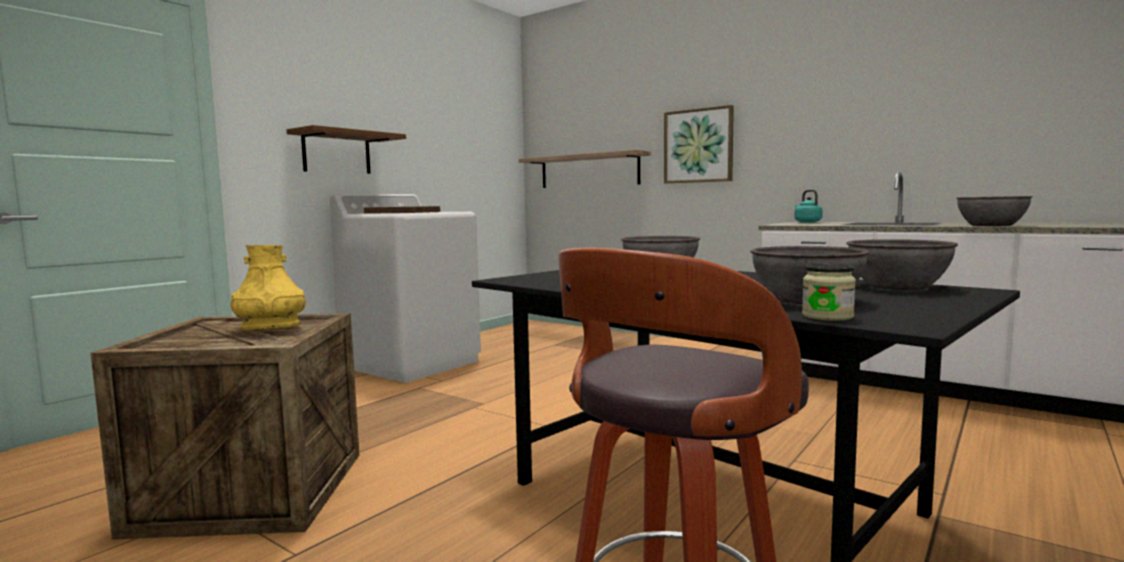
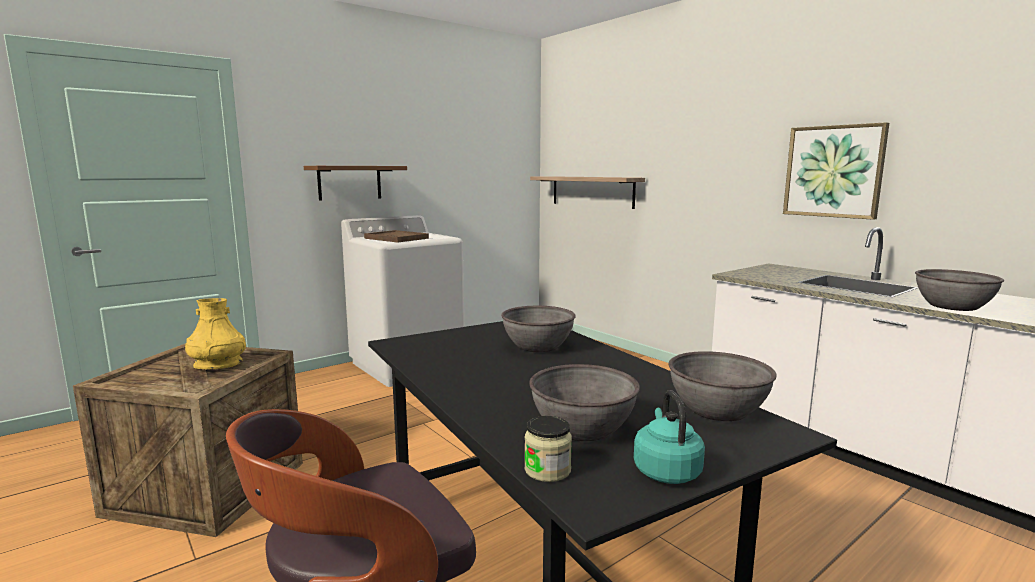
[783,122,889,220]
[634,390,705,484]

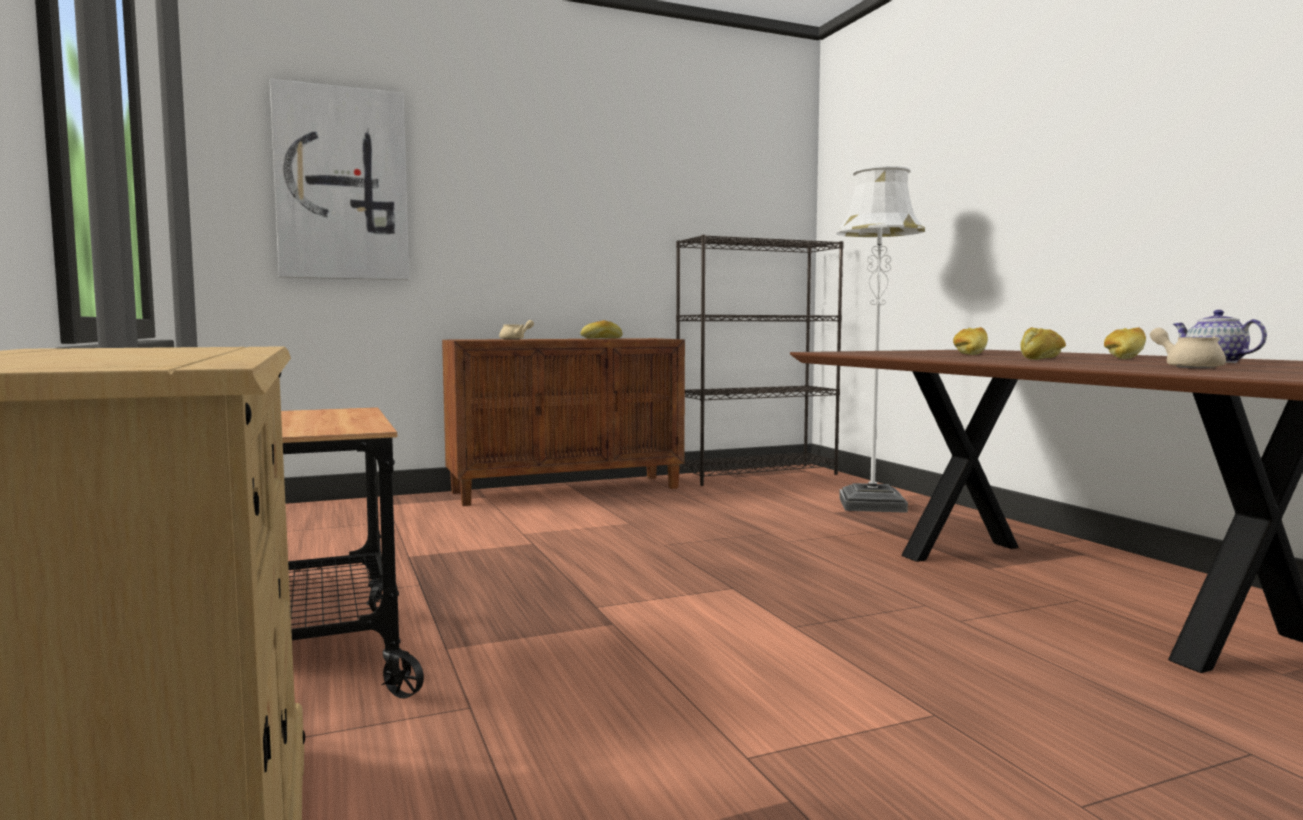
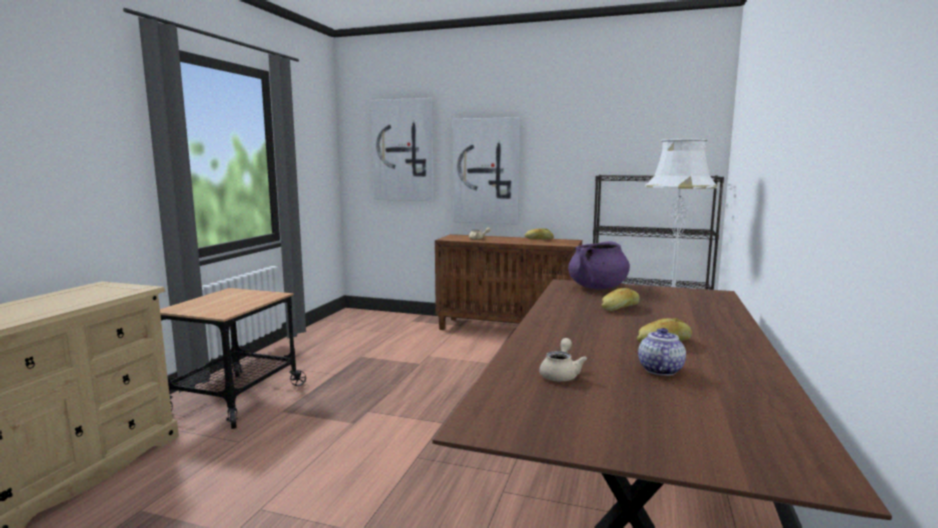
[1020,327,1066,360] (first image)
[453,117,520,224]
[568,241,630,289]

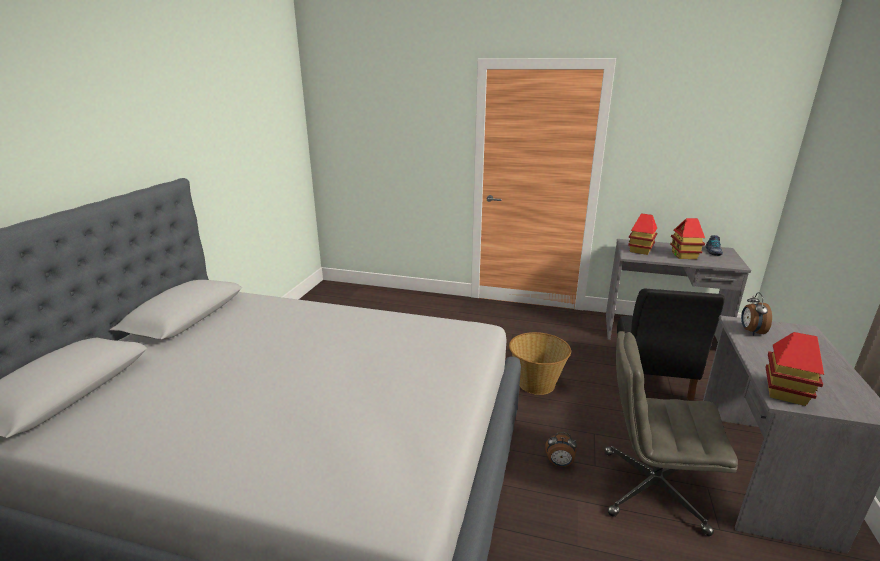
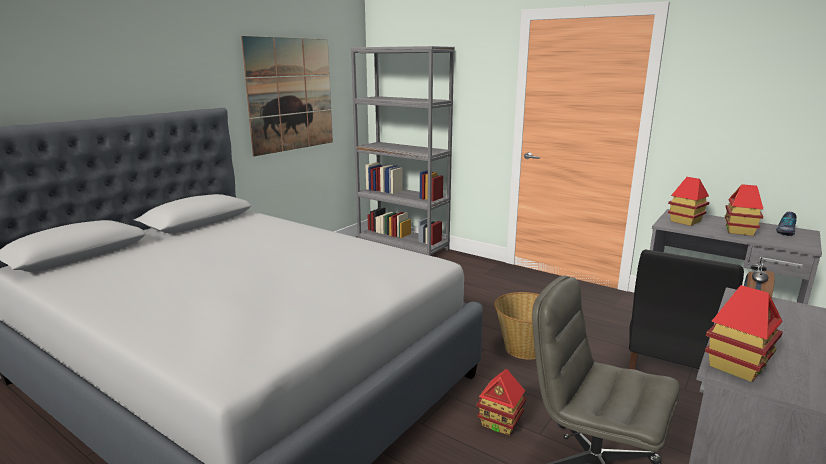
[476,369,527,436]
[241,36,333,156]
[350,46,455,256]

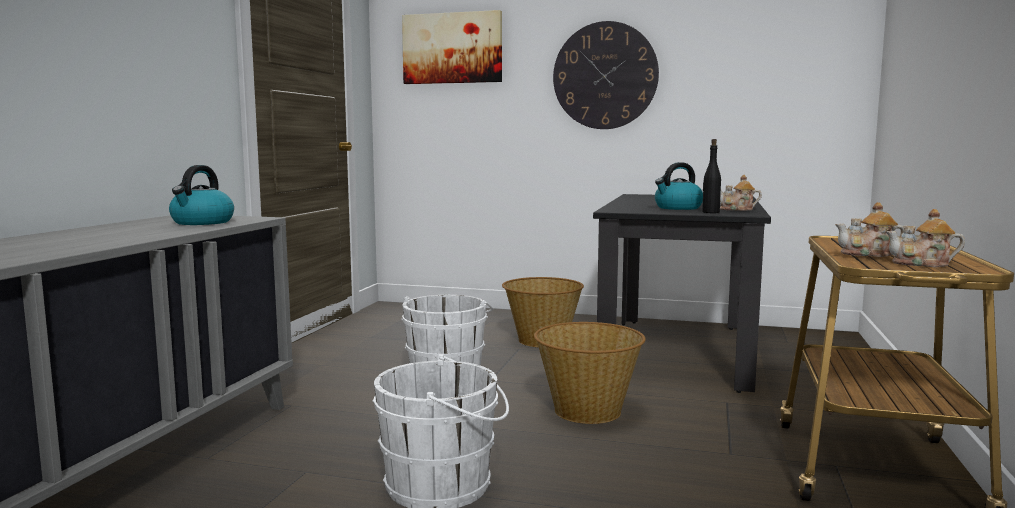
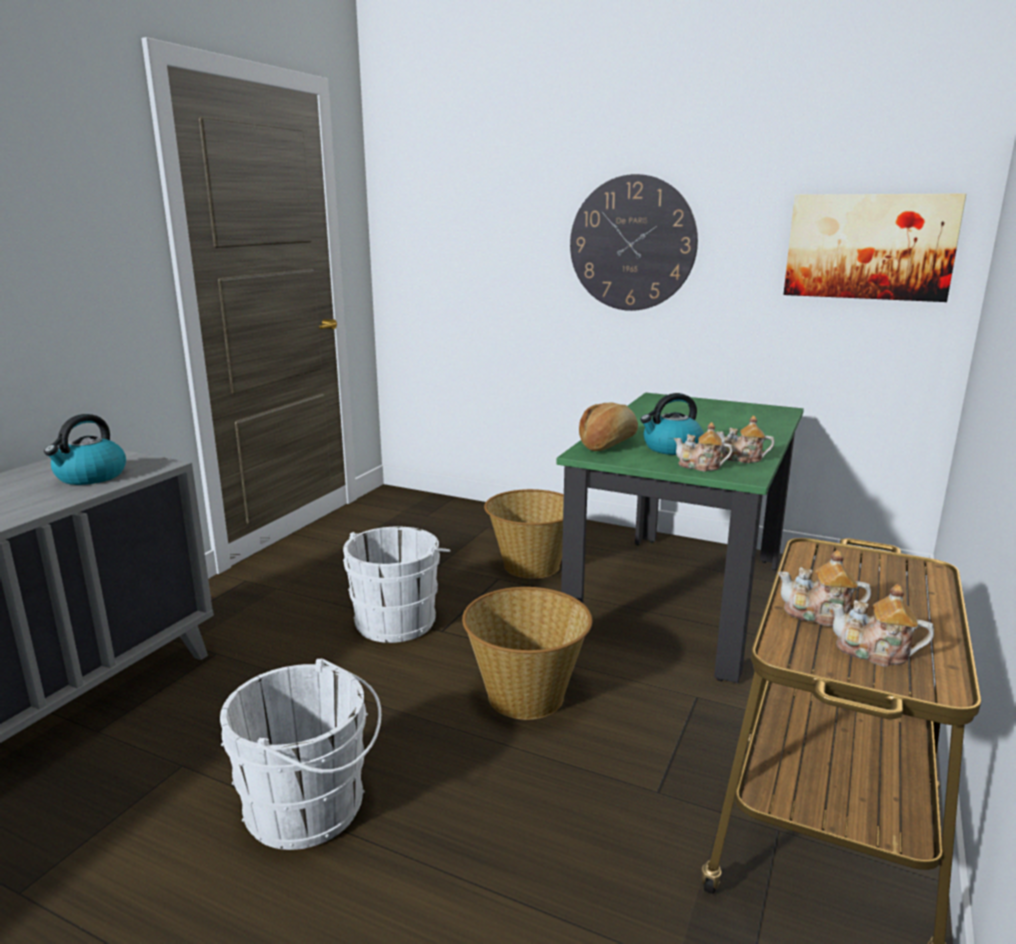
[783,193,966,302]
[557,393,804,683]
[674,422,733,472]
[579,403,638,451]

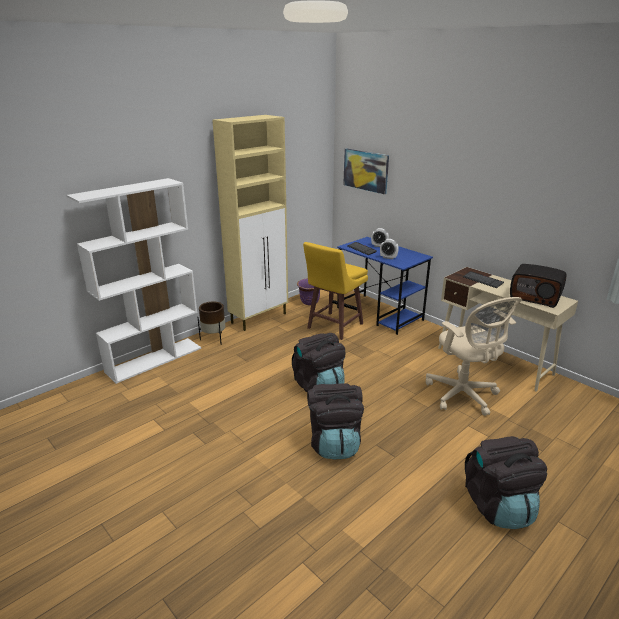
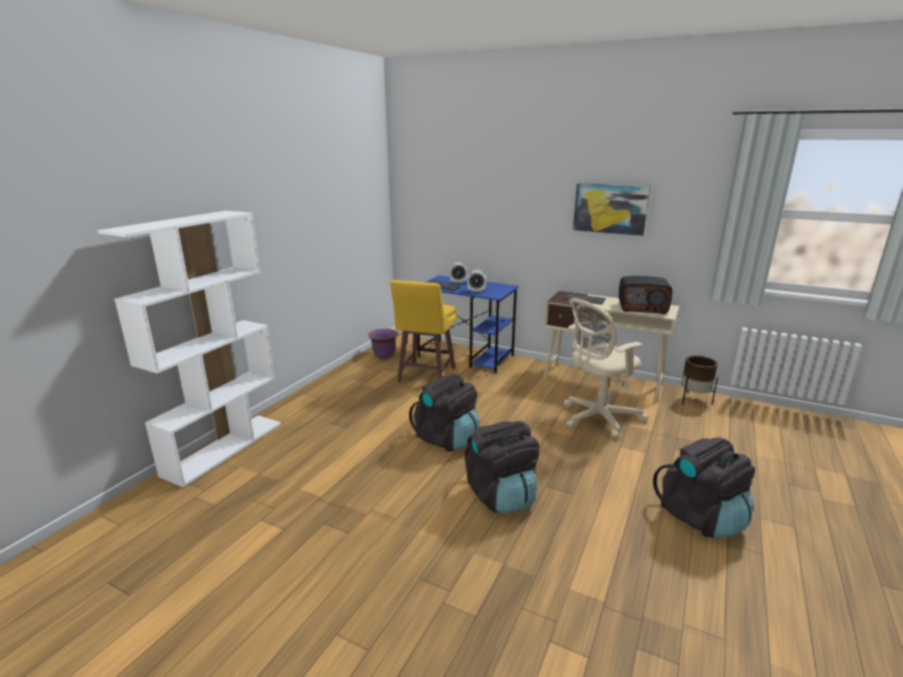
[681,355,718,405]
[212,115,288,331] (first image)
[573,183,650,236]
[564,298,648,439]

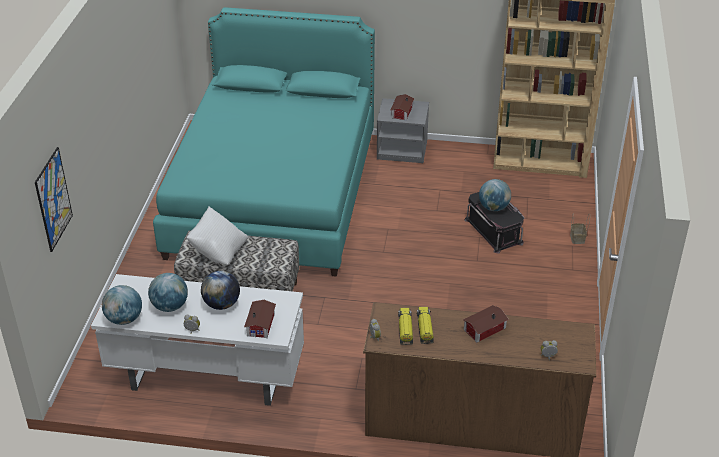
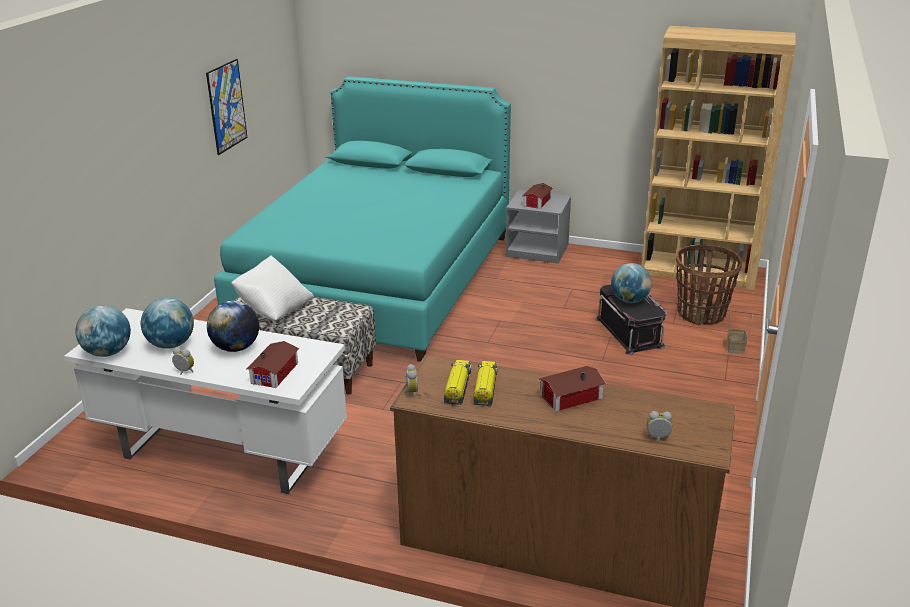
[206,59,247,155]
[676,245,742,325]

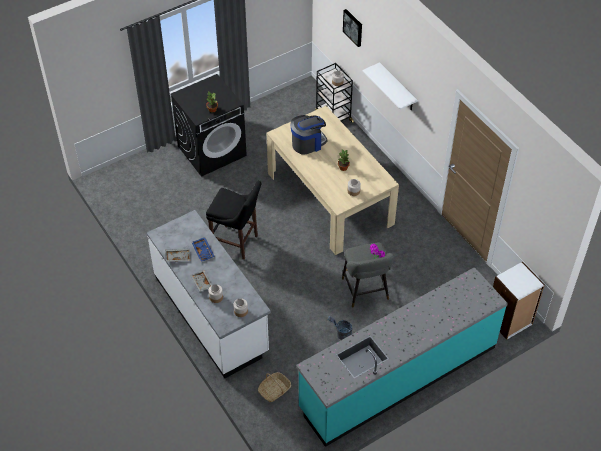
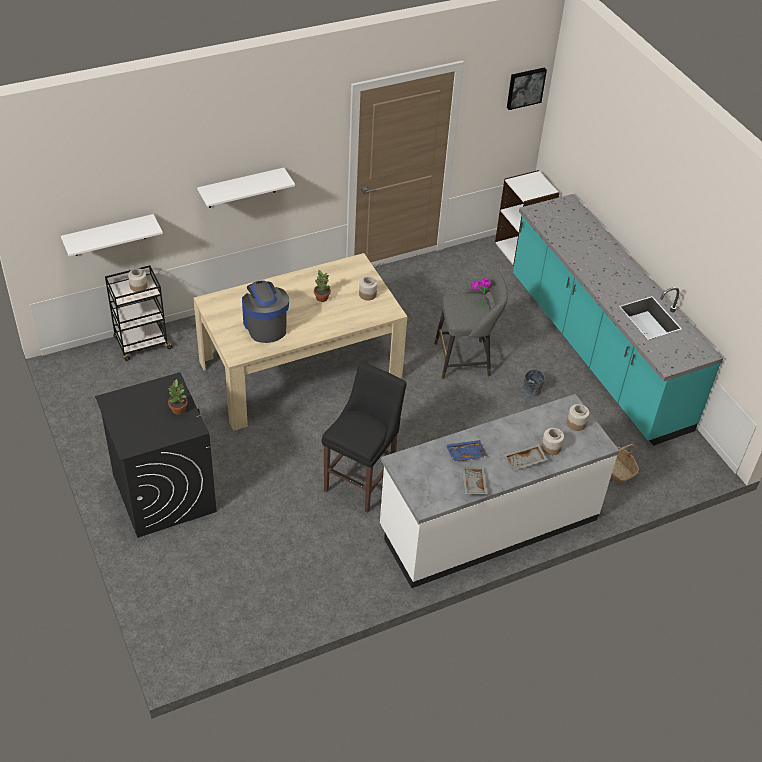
[507,67,547,110]
[61,214,163,256]

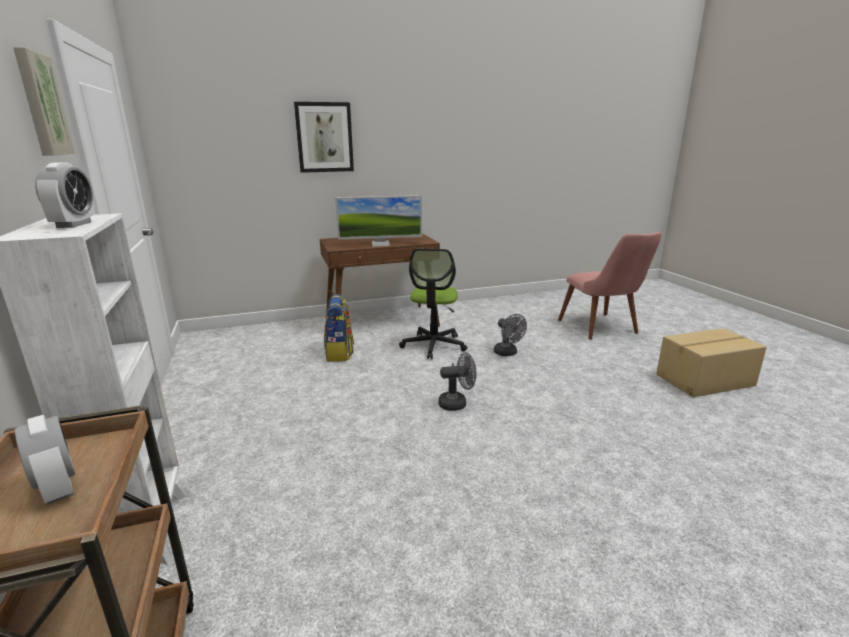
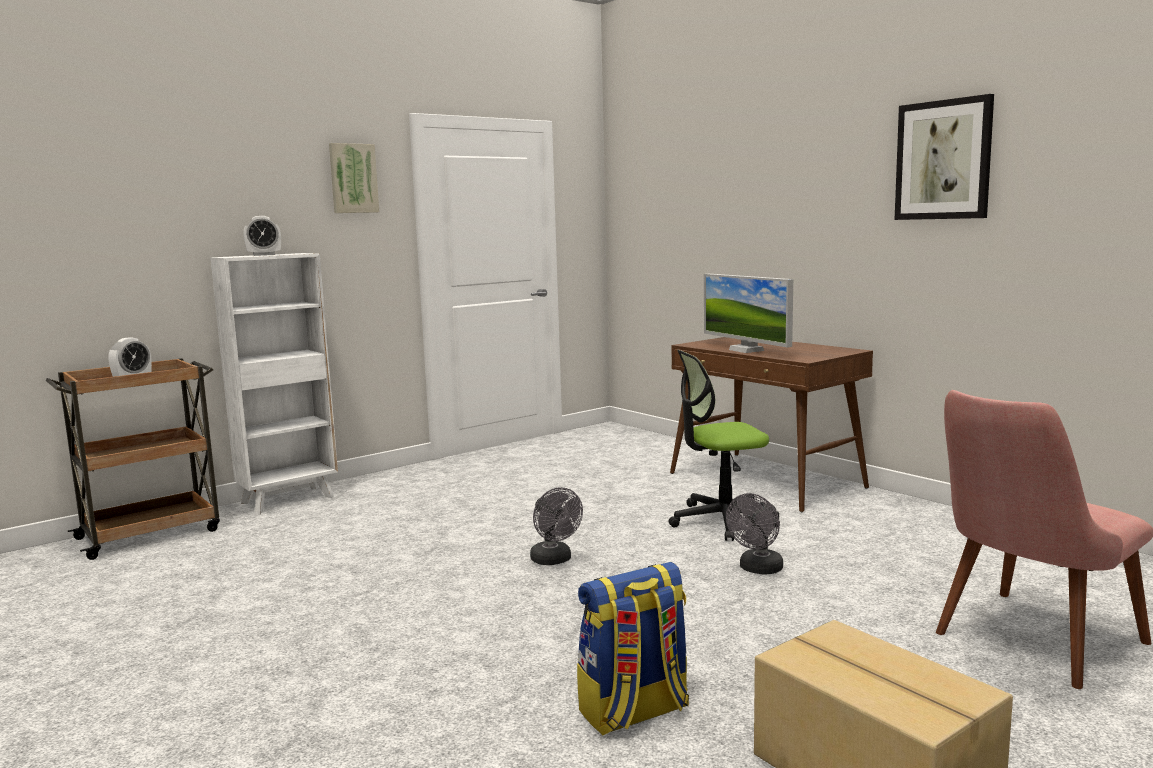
[895,94,994,220]
[577,562,689,736]

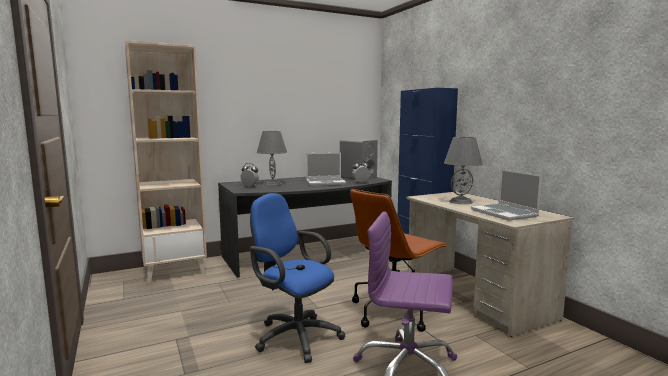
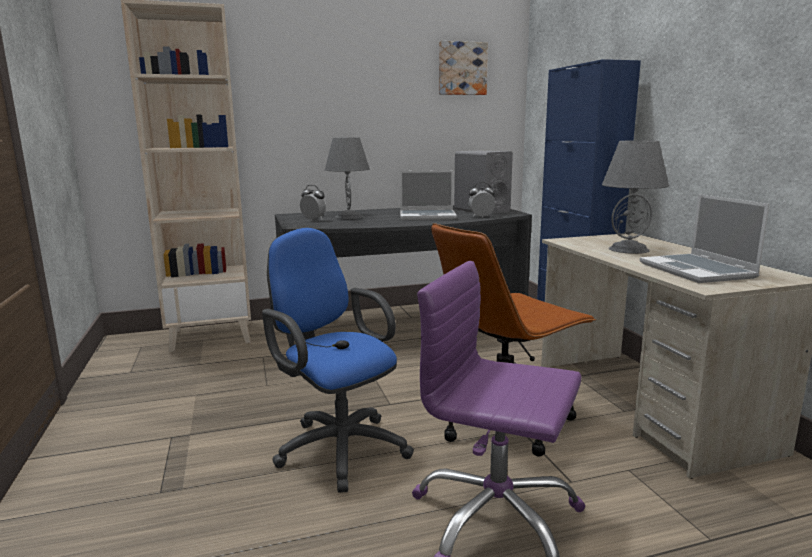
[439,41,488,95]

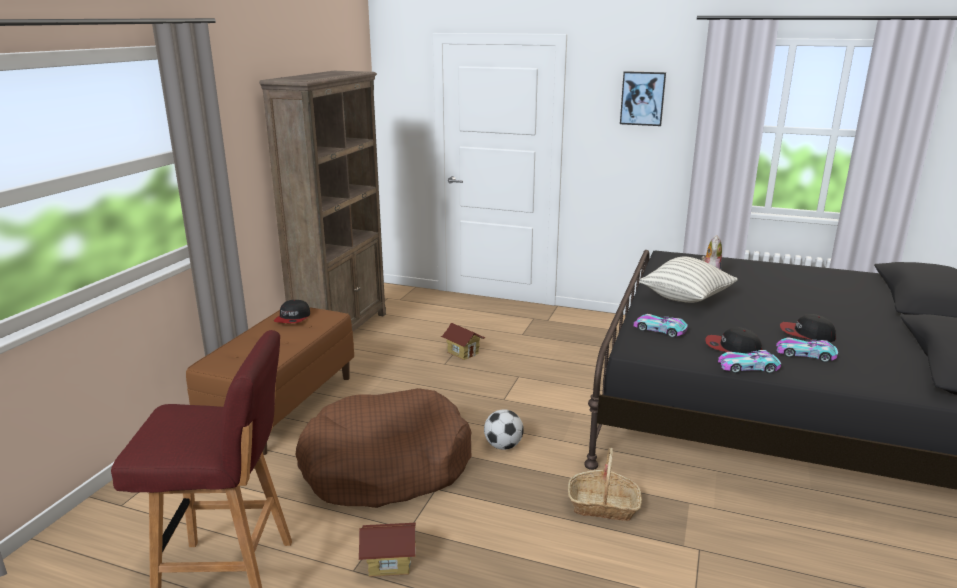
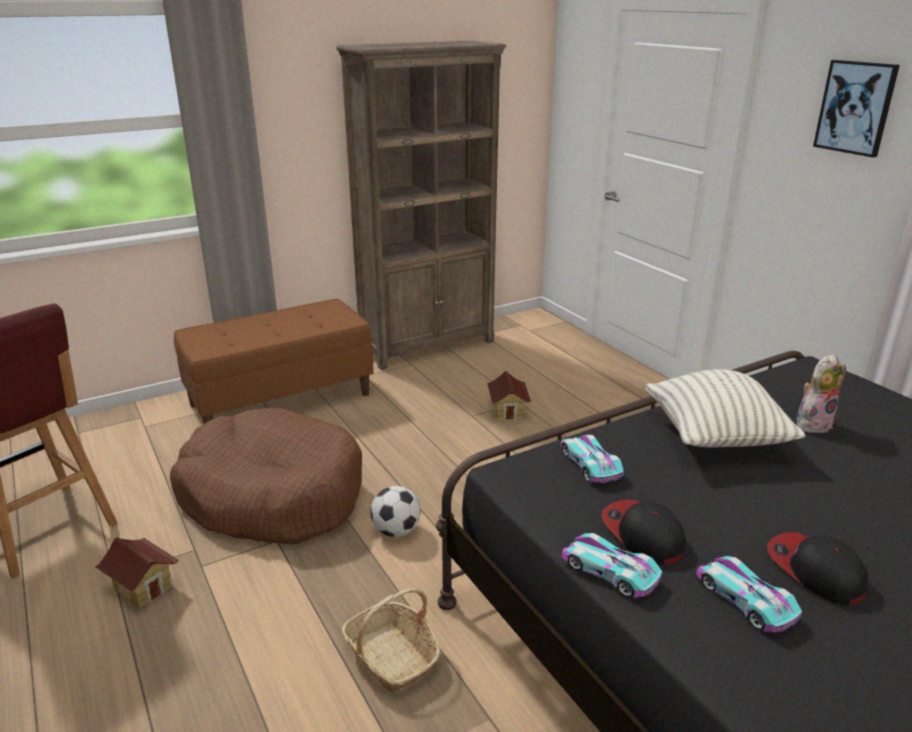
[274,300,310,323] (first image)

